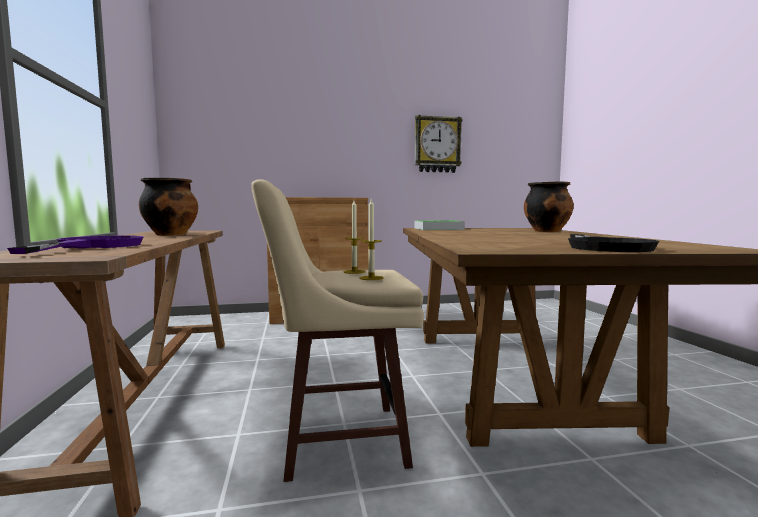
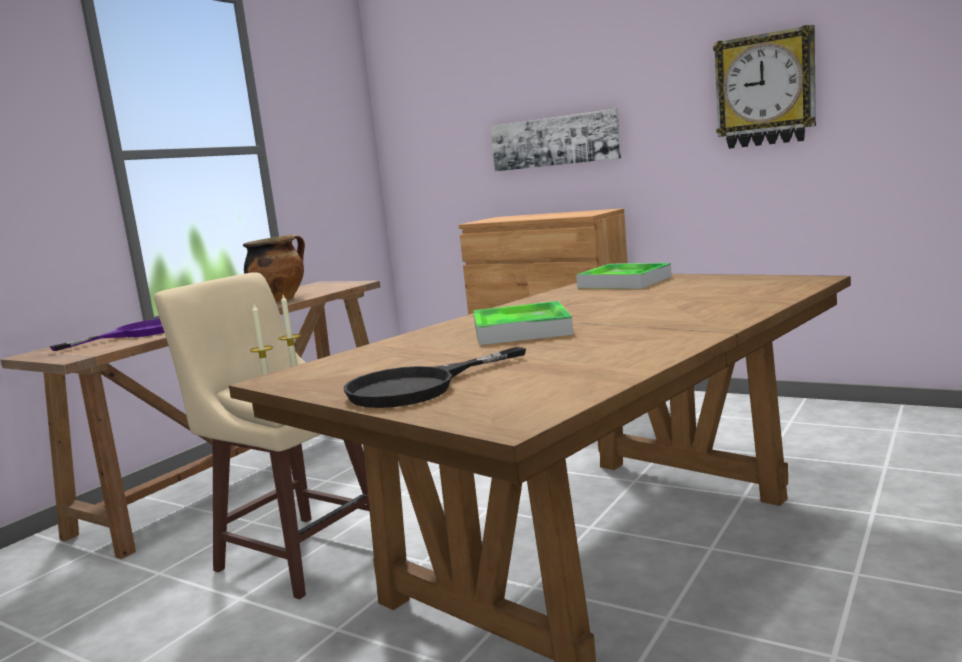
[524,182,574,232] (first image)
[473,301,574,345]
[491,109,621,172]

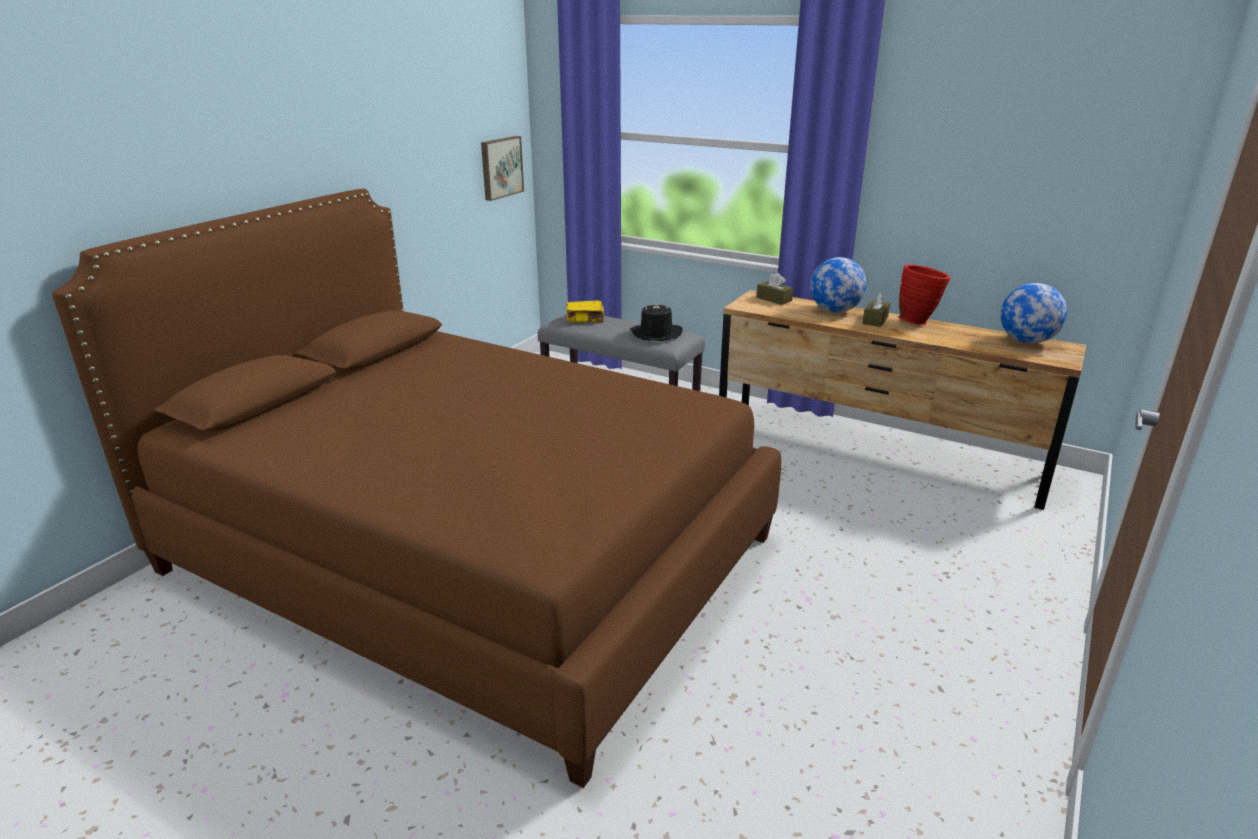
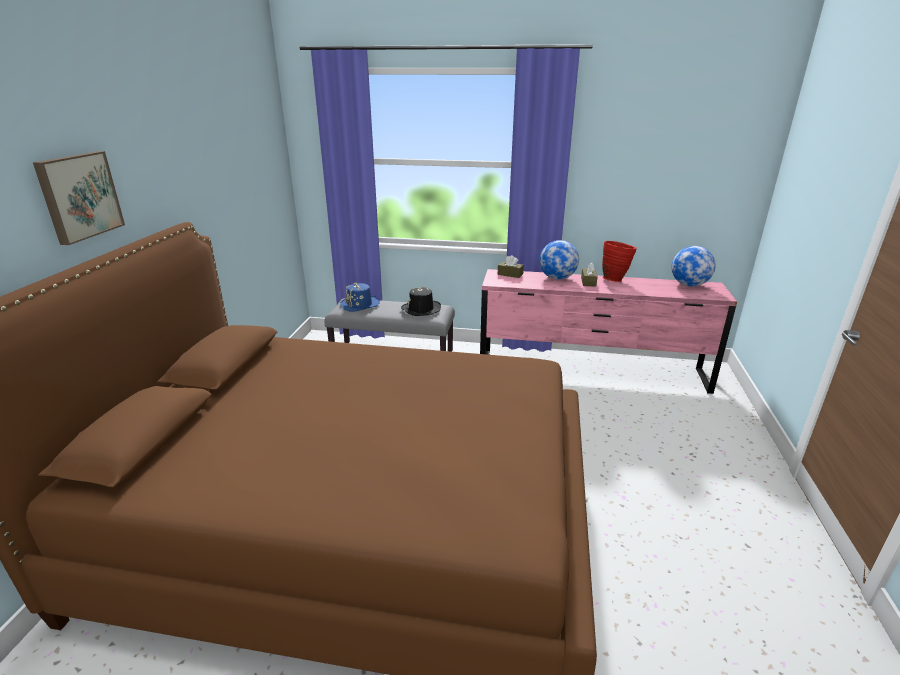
[33,151,125,245]
[340,283,380,311]
[480,269,737,394]

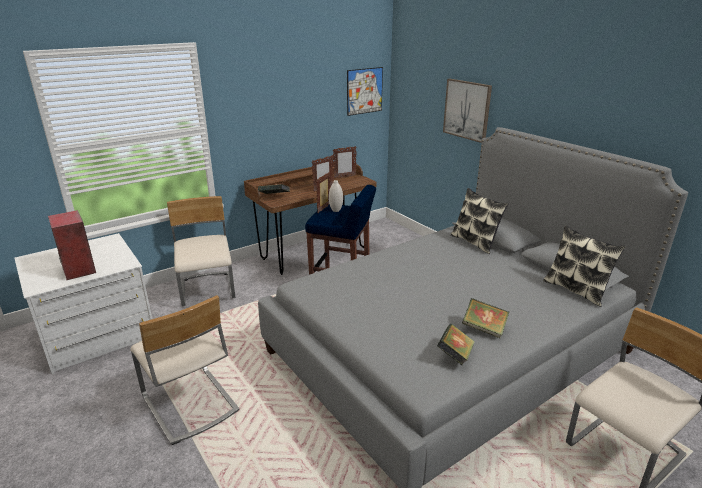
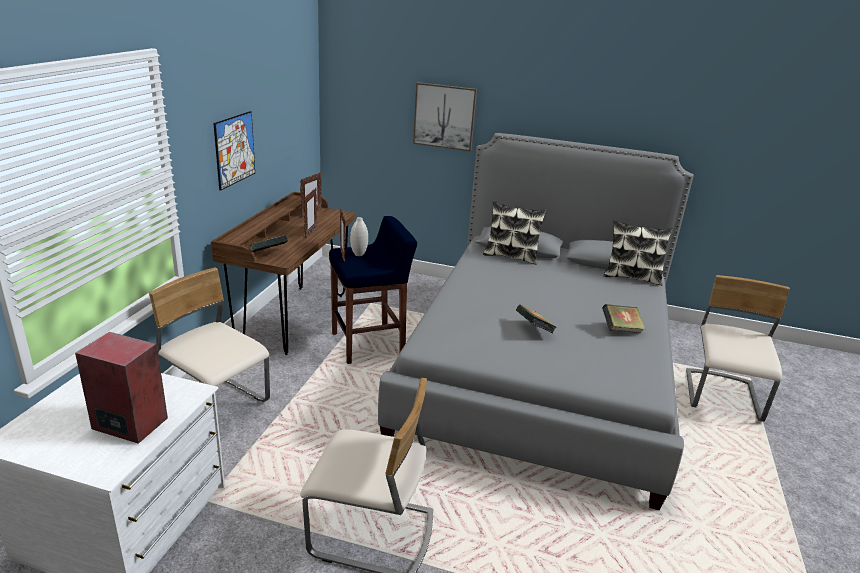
[213,111,255,191]
[516,304,556,333]

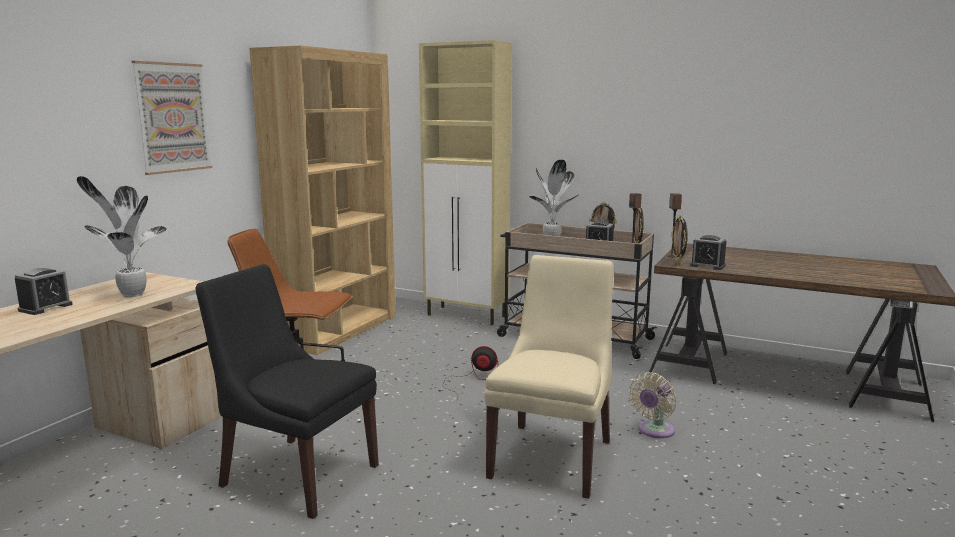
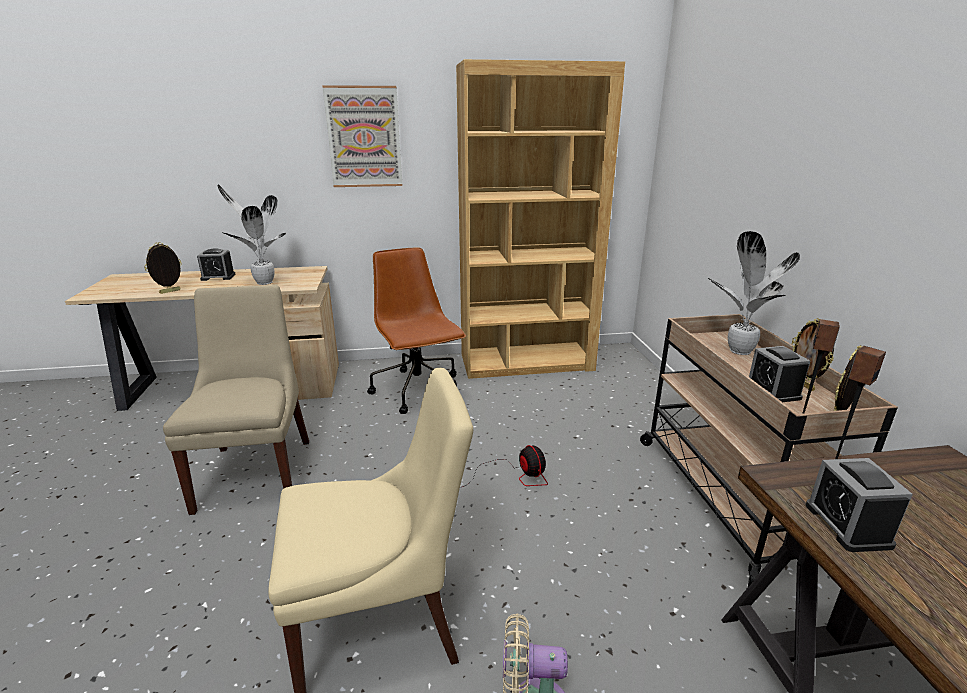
[163,285,309,515]
[419,40,512,325] (first image)
[144,242,182,294]

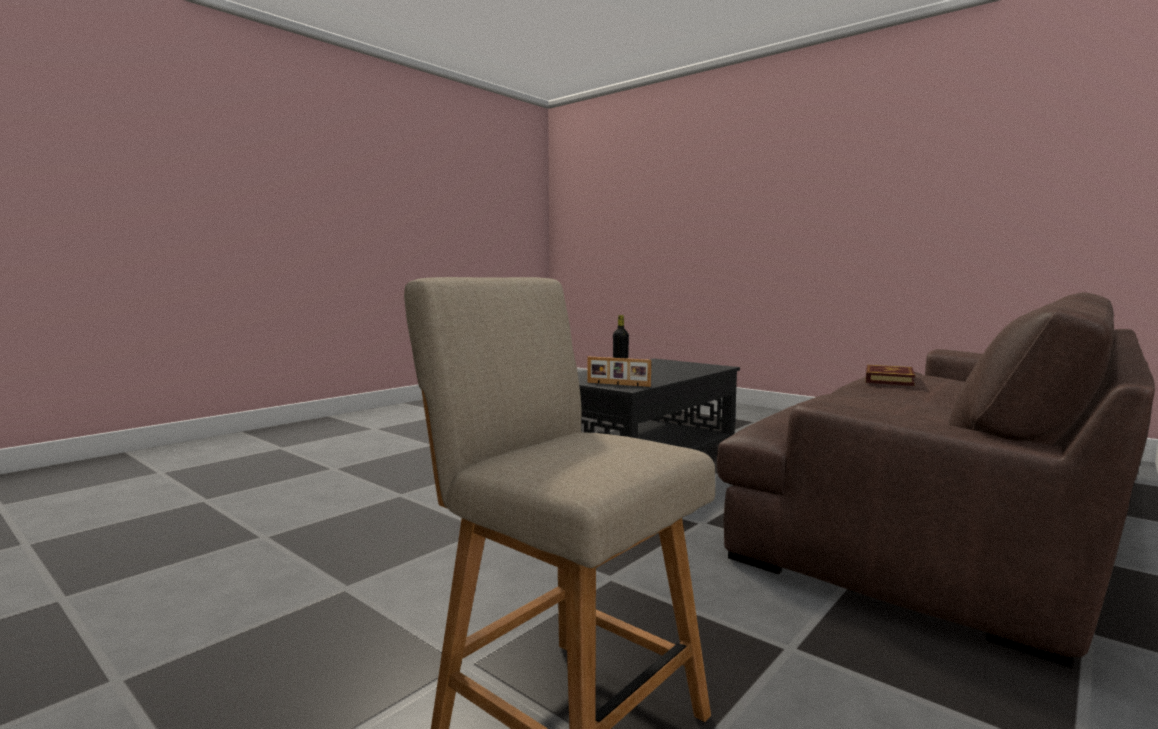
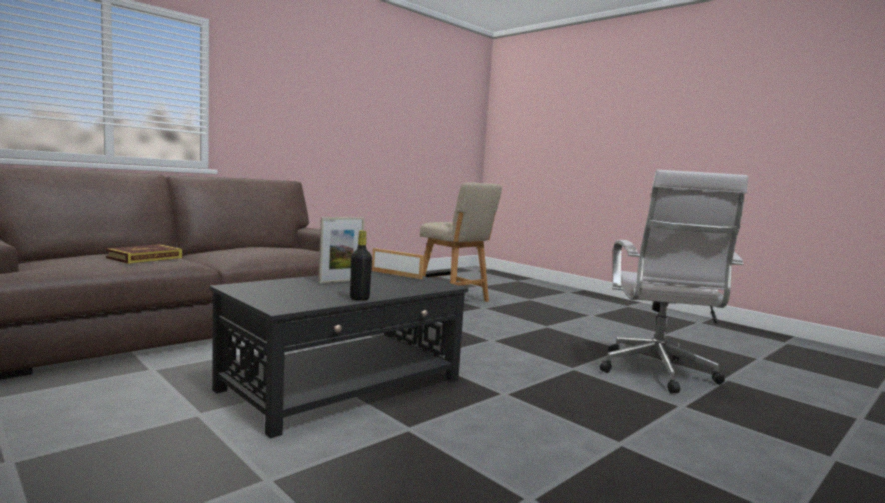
[319,217,365,283]
[600,170,748,393]

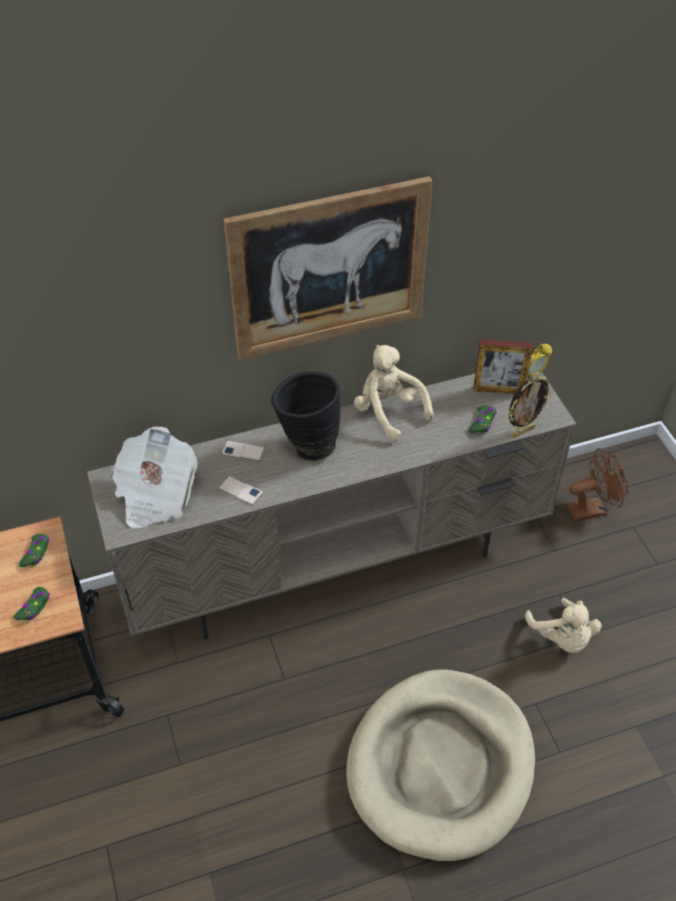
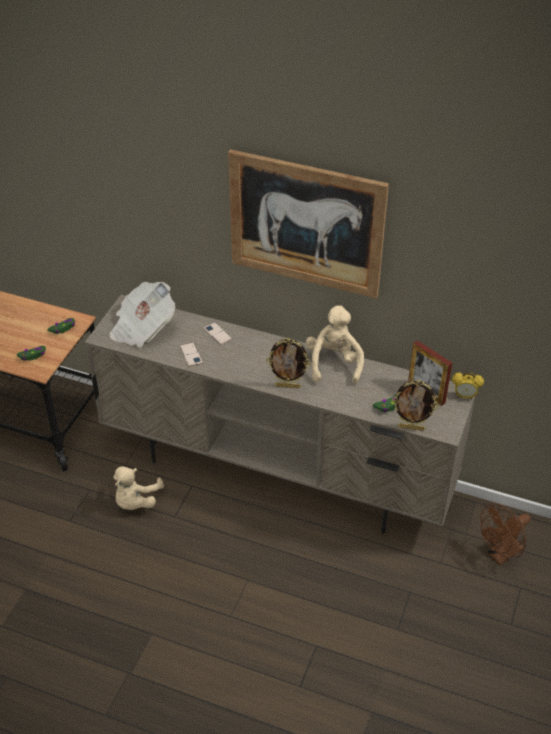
[271,371,341,461] (first image)
[346,669,535,861] (first image)
[113,467,164,510]
[480,503,531,565]
[266,338,311,388]

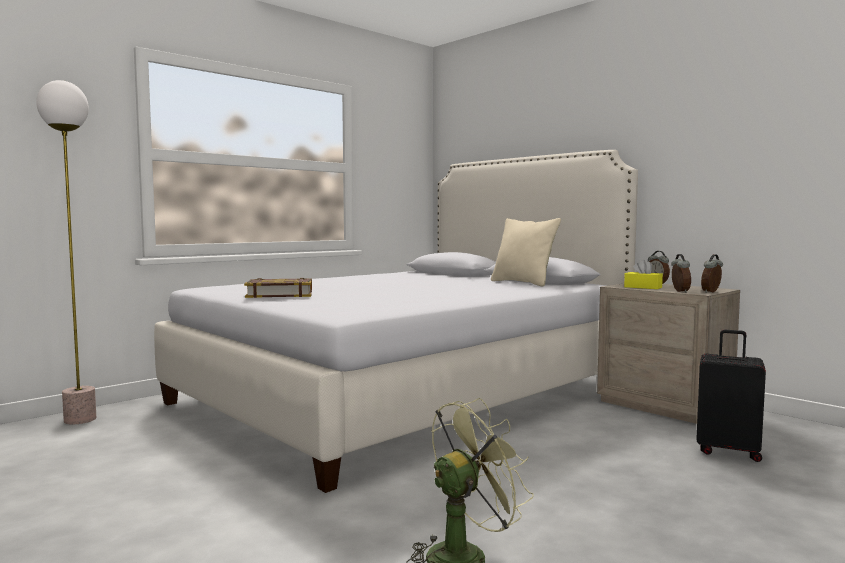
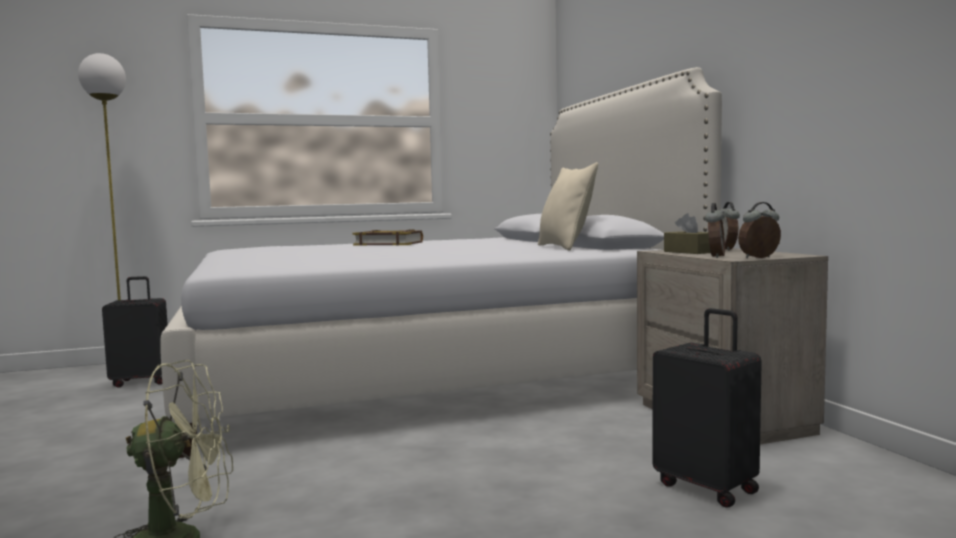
[352,229,423,246]
[664,213,711,254]
[102,276,168,387]

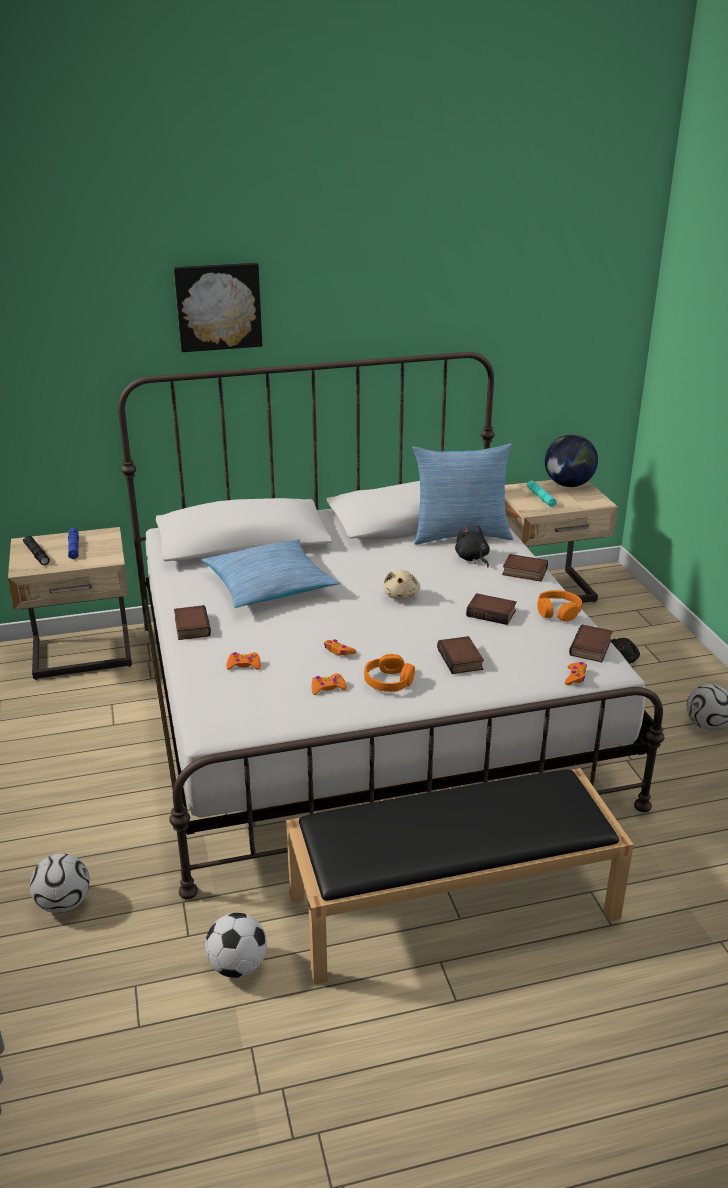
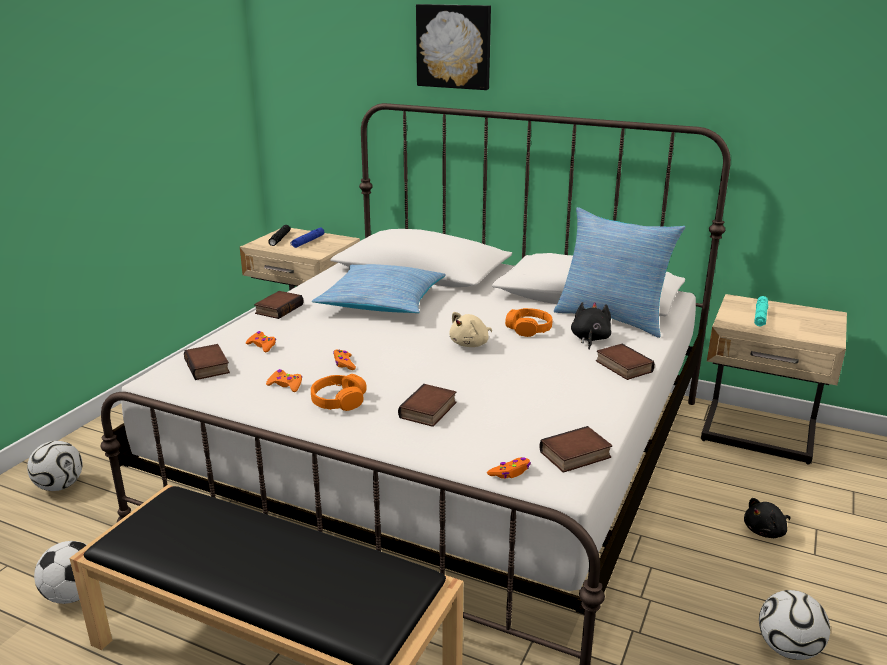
[184,344,230,380]
[505,308,552,337]
[545,434,598,487] (first image)

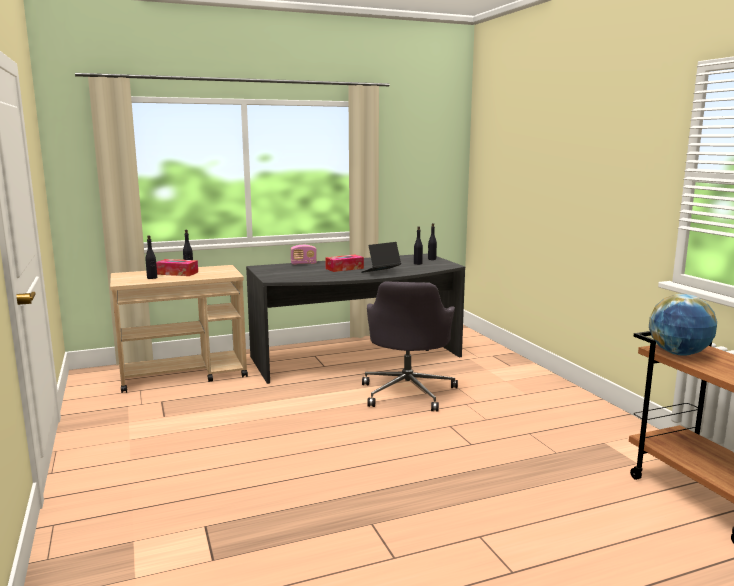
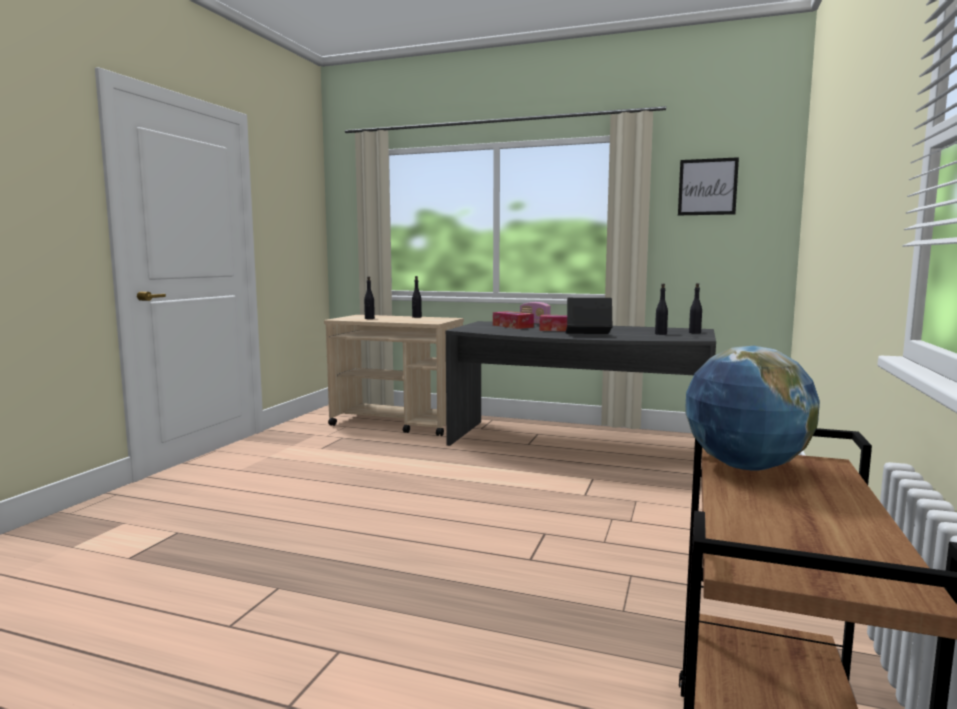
[493,311,534,329]
[362,281,458,412] (first image)
[678,157,739,215]

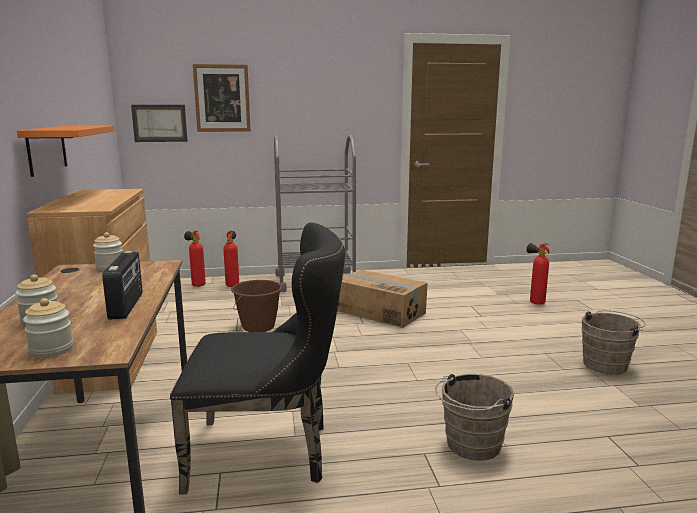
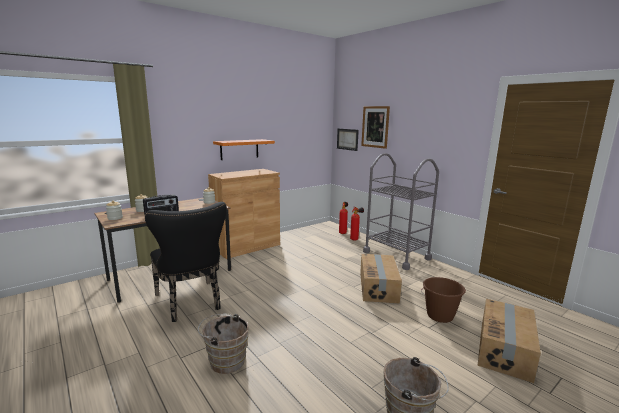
[421,277,466,323]
[478,299,541,383]

